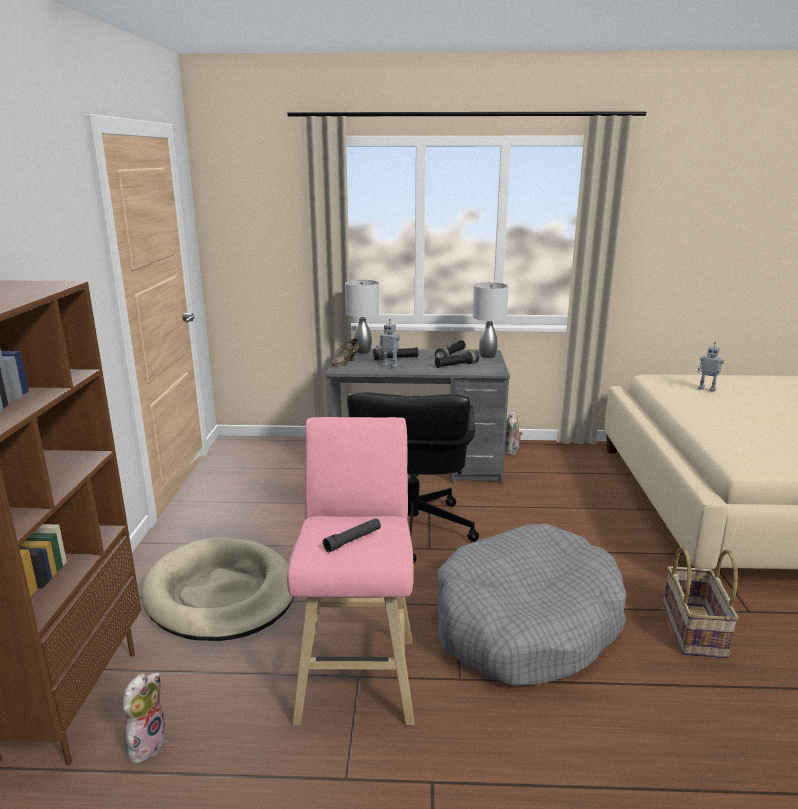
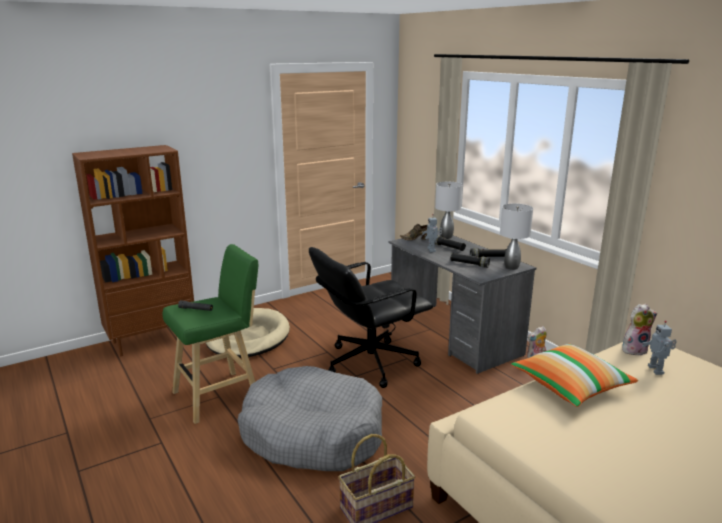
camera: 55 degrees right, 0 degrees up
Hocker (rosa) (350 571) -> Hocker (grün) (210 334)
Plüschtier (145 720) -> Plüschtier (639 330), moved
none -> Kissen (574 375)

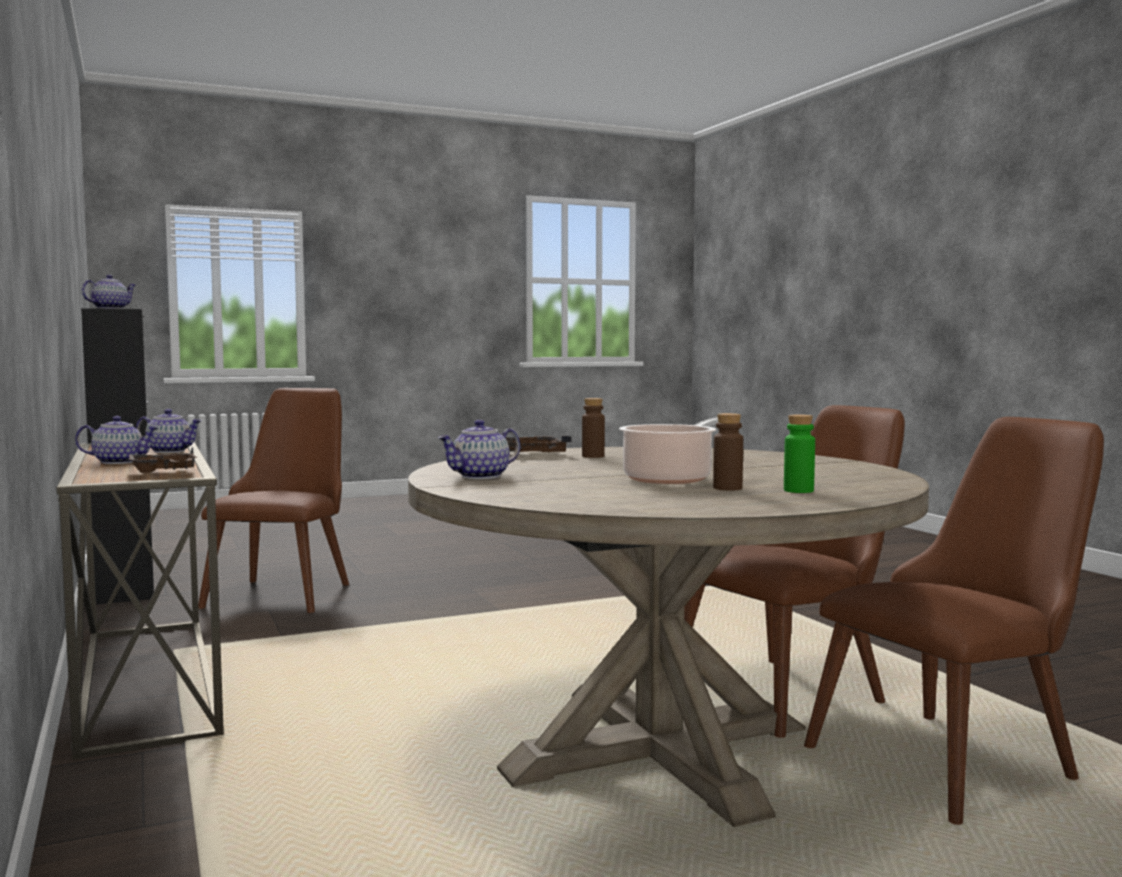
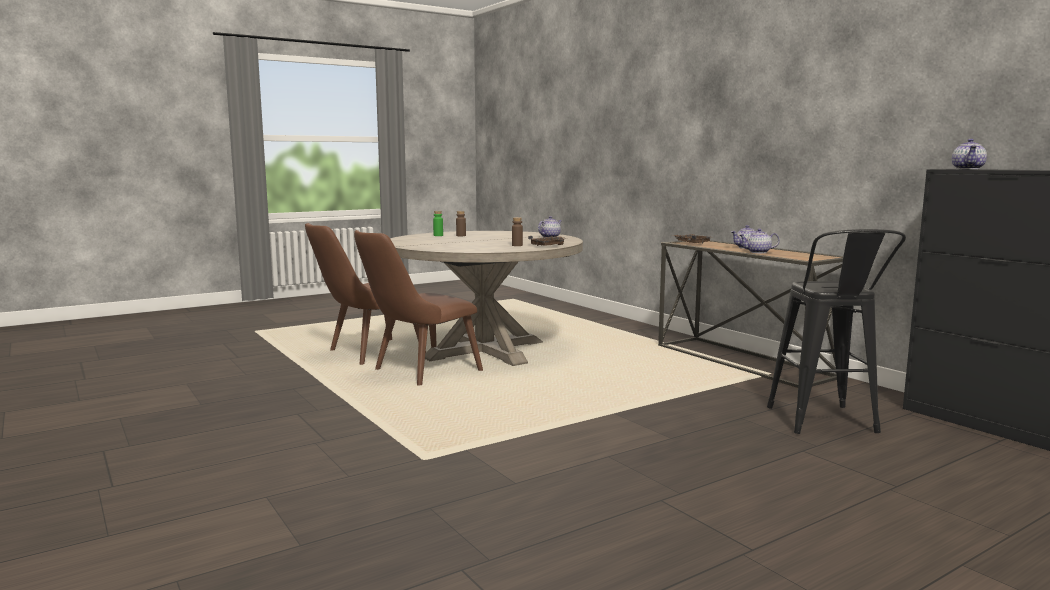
camera: 170 degrees right, 5 degrees up
Stuhl (braun) (273 500) -> Hocker (schwarz) (836 331)
Kochtopf (668 450) -> none

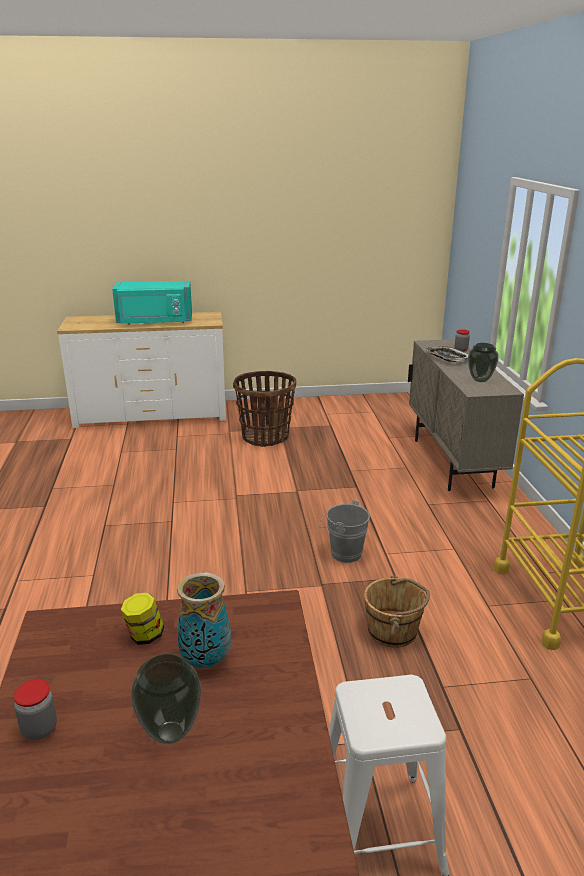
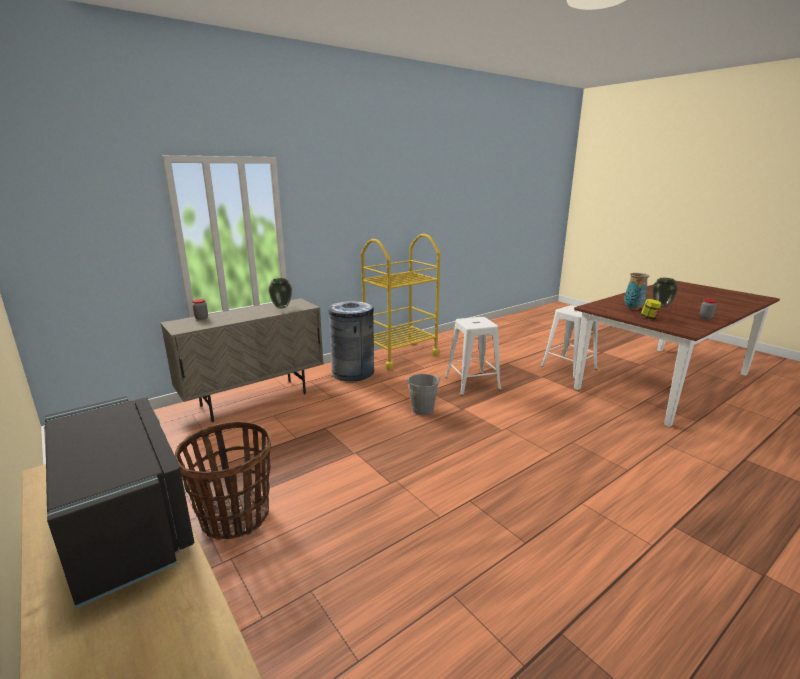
camera: 120 degrees left, 5 degrees down
Mikrowelle (türkis) (152 303) -> Mikrowelle (schwarz) (119 502)
Tablett (446 354) -> none
Eimer (braun) (397 611) -> Hocker (weiß) (473 356)
none -> Mülleimer (grau) (351 341)

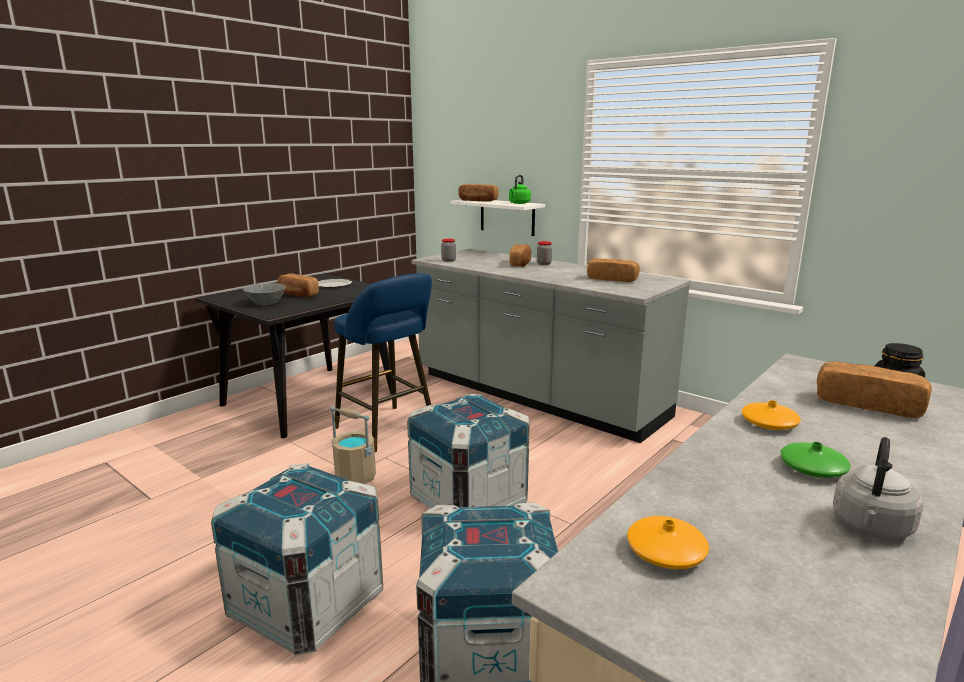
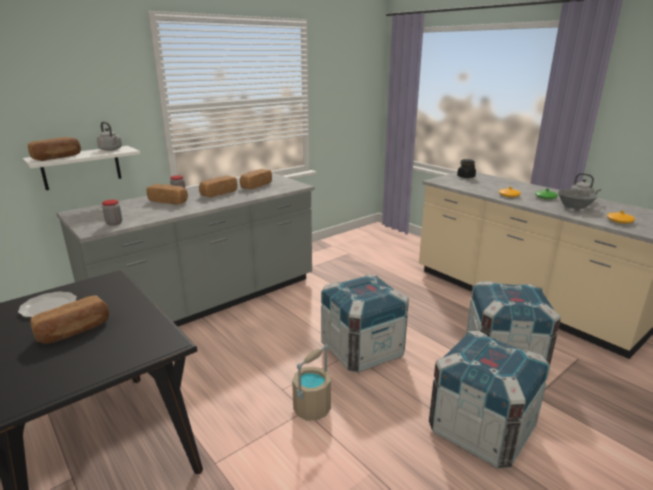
camera: 80 degrees left, 5 degrees up
Wasserkessel (grün) (520 189) -> Wasserkessel (grau) (109 136)
Hocker (blau) (383 362) -> none
Schüssel (grau) (264 294) -> Schüssel (grau) (577 199), moved
Brot (874 389) -> Brot (218 186), moved

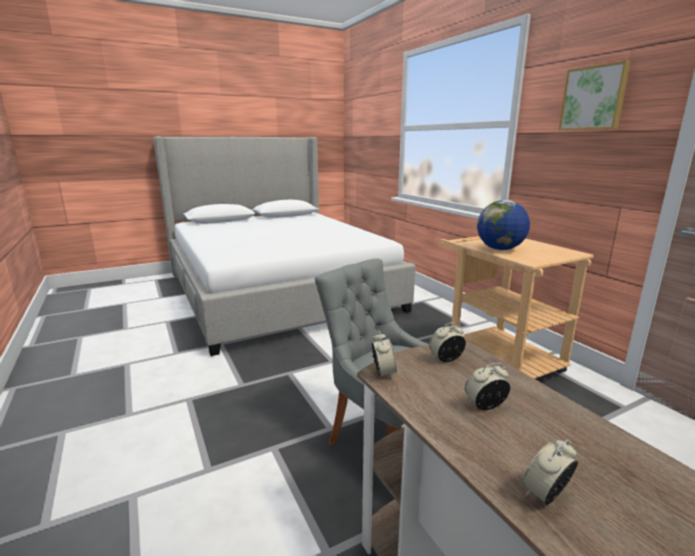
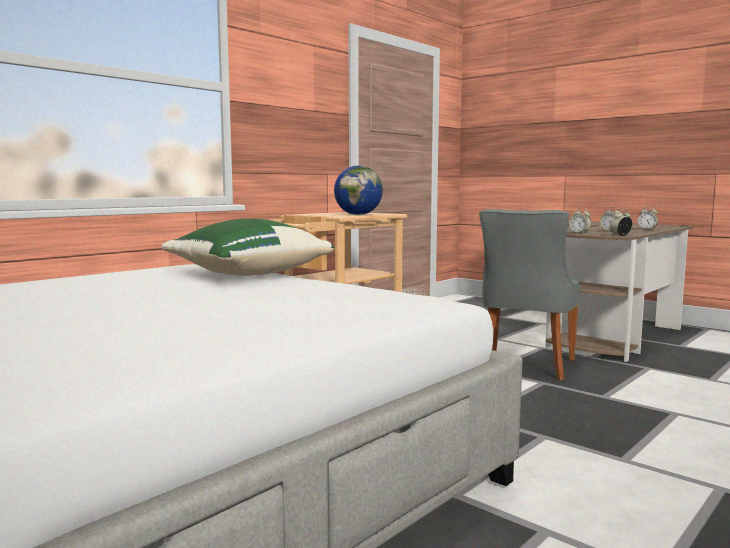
camera: 110 degrees left, 10 degrees down
Bild (595 95) -> none
none -> Kissen (grün) (247 247)

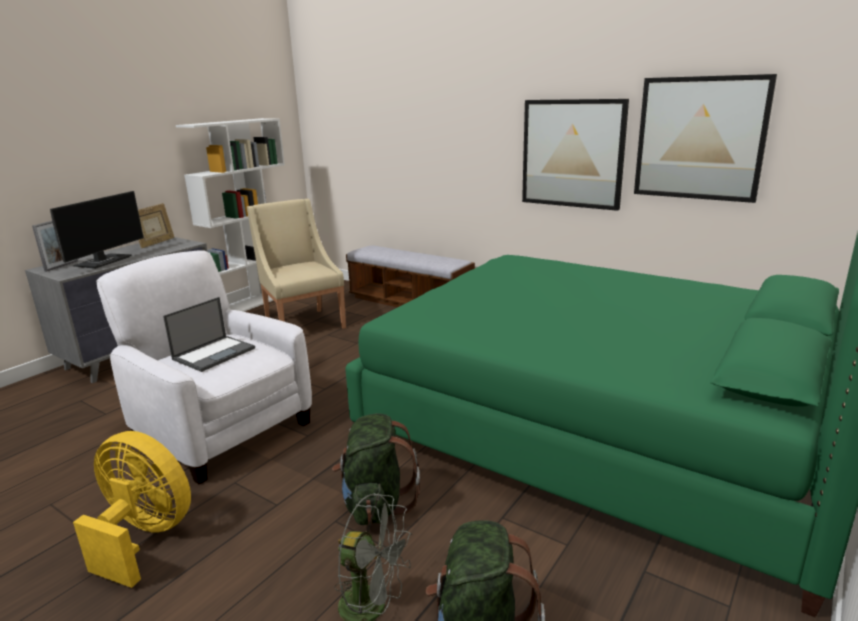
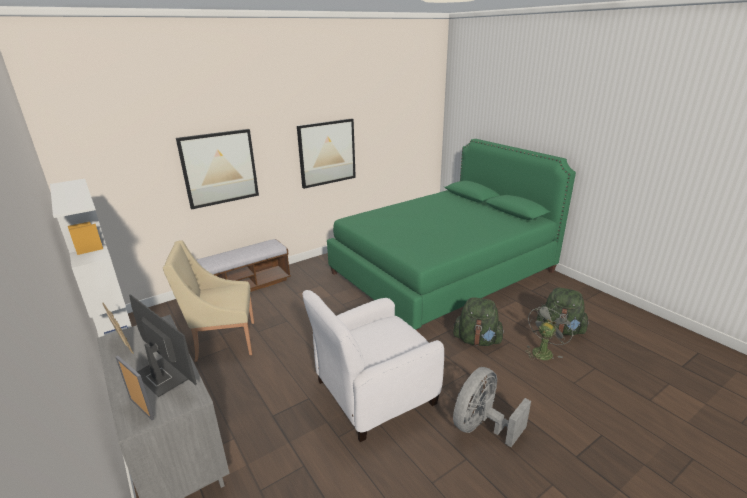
camera: 70 degrees left, 5 degrees up
Bild (705 138) -> Bild (217 169), moved
Laptop (209 334) -> none
Ventilator (gelb) (132 509) -> Ventilator (grau) (492 407)

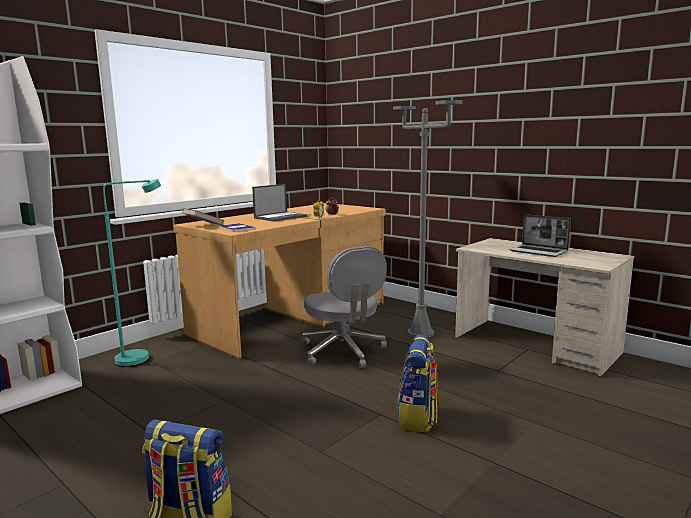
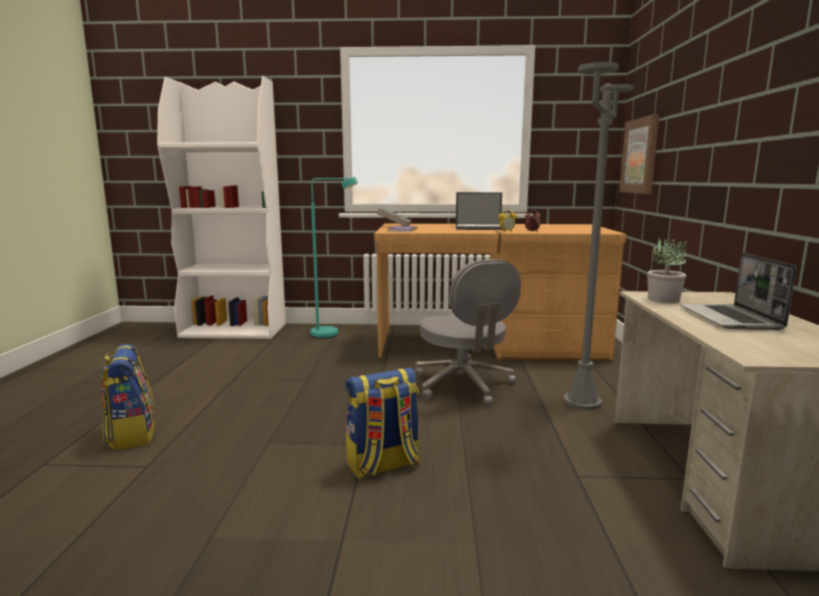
camera: 50 degrees right, 0 degrees up
Bürostuhl (grau) (344 307) -> Bürostuhl (grau) (468 332), 45 degrees counterclockwise
none -> Bild (639 154)
none -> Topfpflanze (667 270)

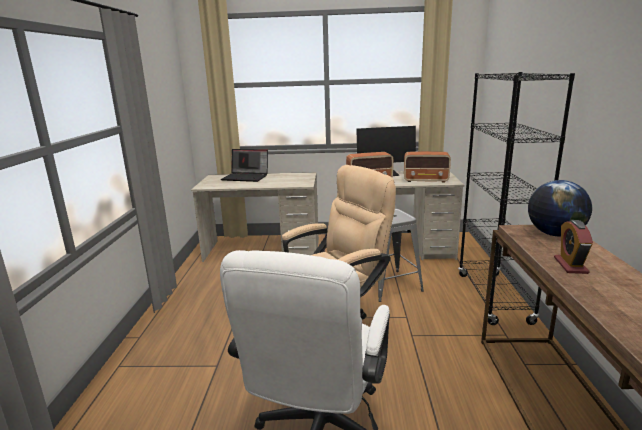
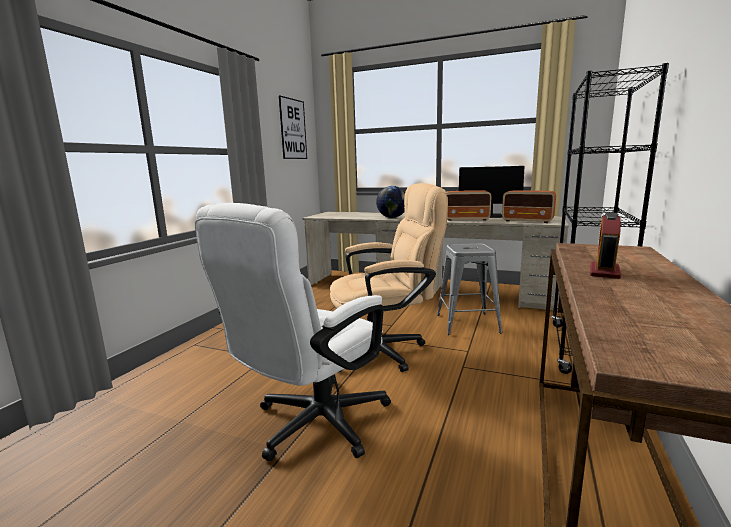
camera: 20 degrees right, 5 degrees down
Laptop (244 165) -> none
Globus (560 208) -> Globus (390 202), moved
none -> Bild (293 127)

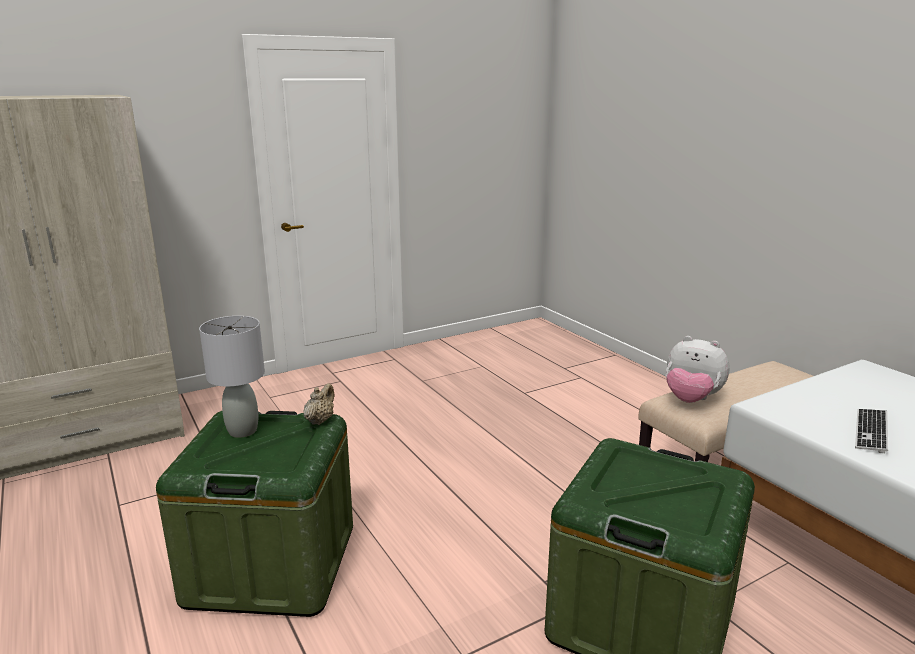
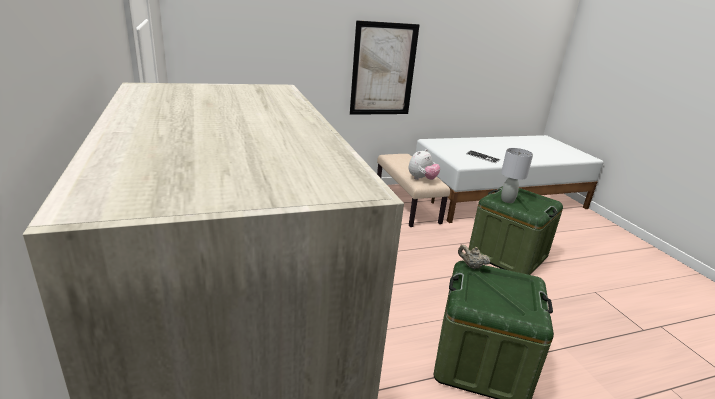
camera: 80 degrees left, 5 degrees up
Tischlampe (grau) (232 377) -> Tischlampe (grau) (517 175), moved
none -> Bild (385 67)

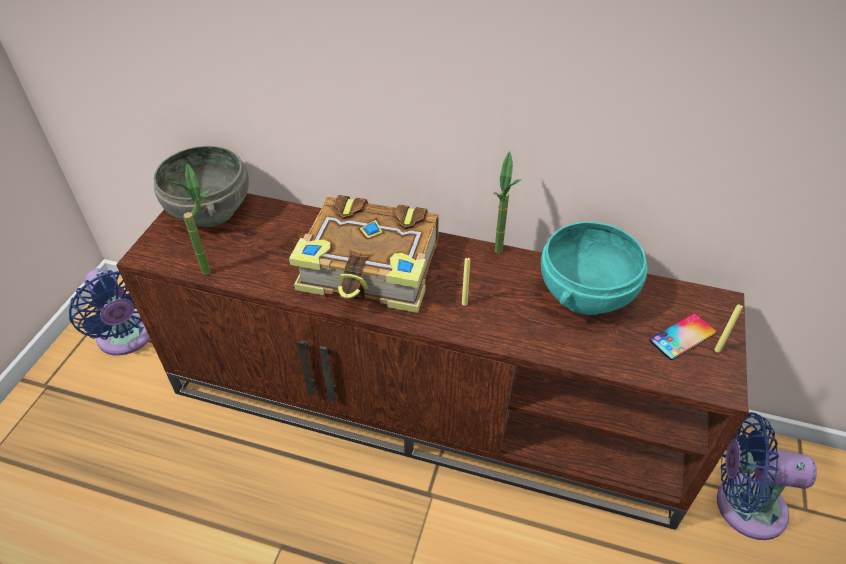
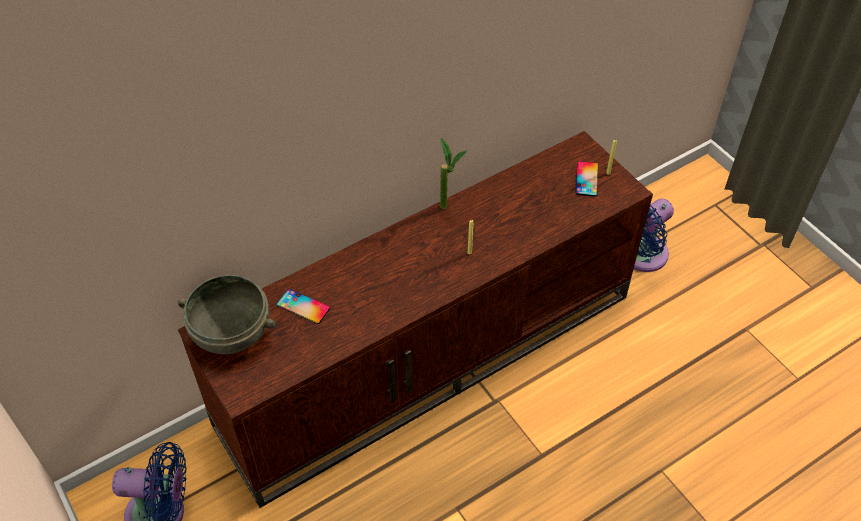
camera: 50 degrees left, 5 degrees up
Topfpflanze (189 219) -> none
Buch (364 254) -> none
Schüssel (türkis) (594 268) -> none
none -> Handy (303 306)

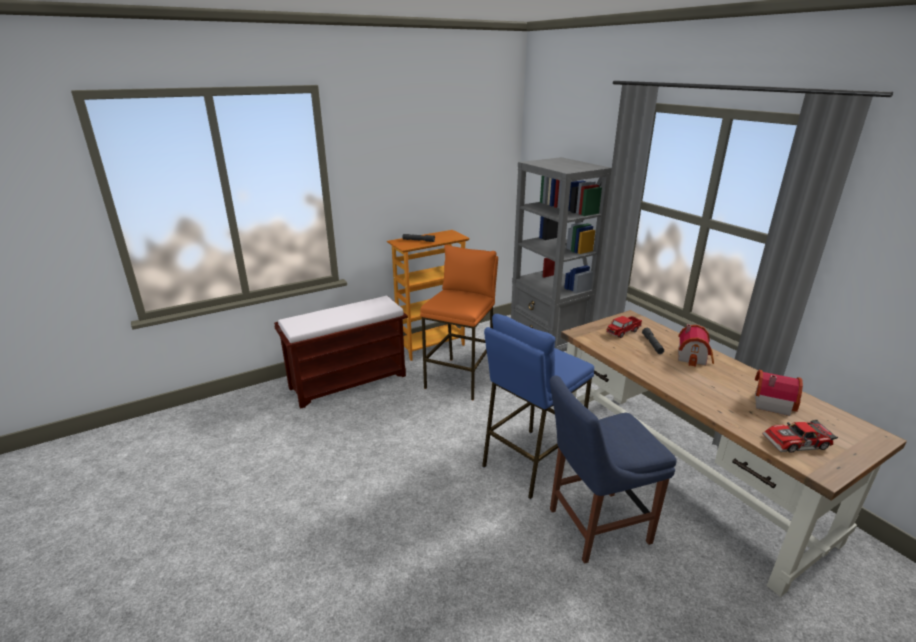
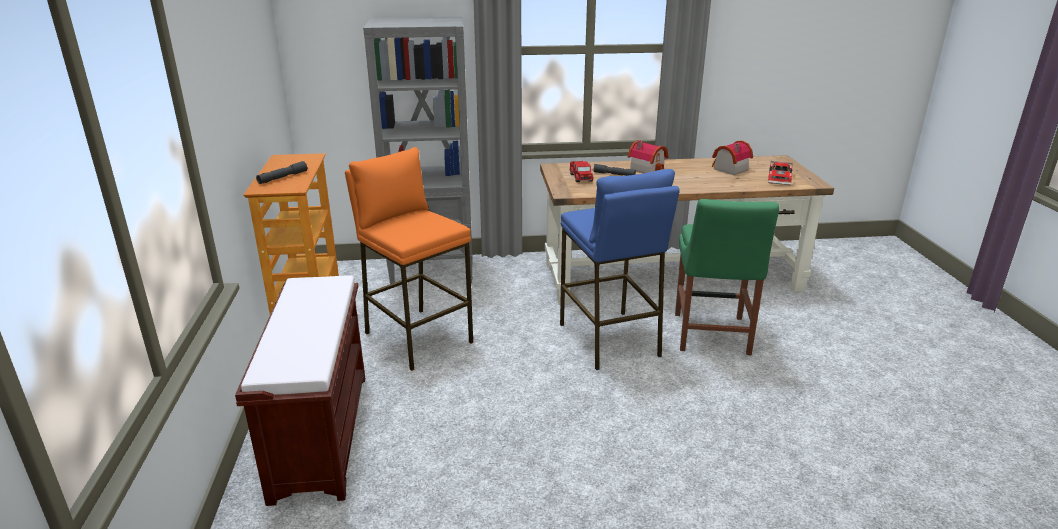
camera: 65 degrees left, 0 degrees up
Stuhl (blau) (613 470) -> Stuhl (grün) (727 277)

